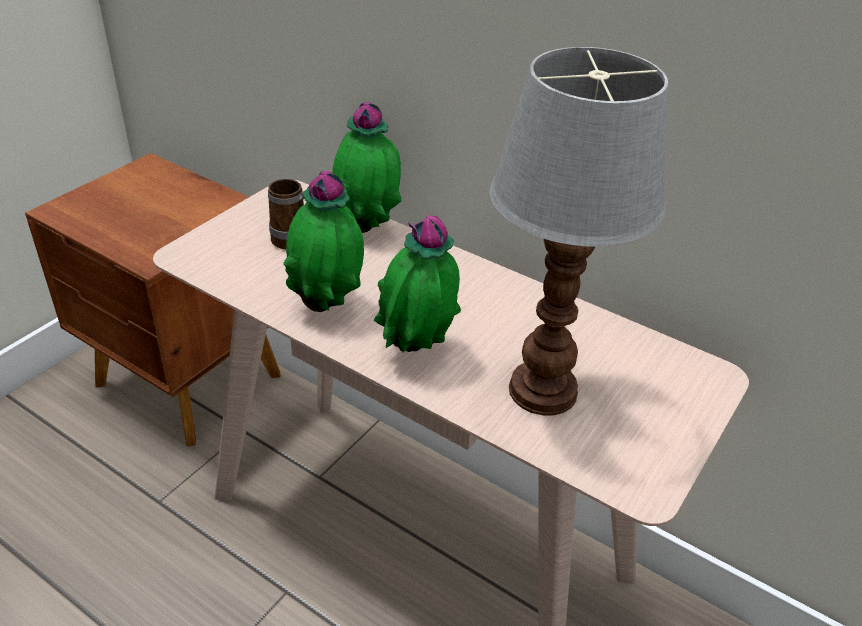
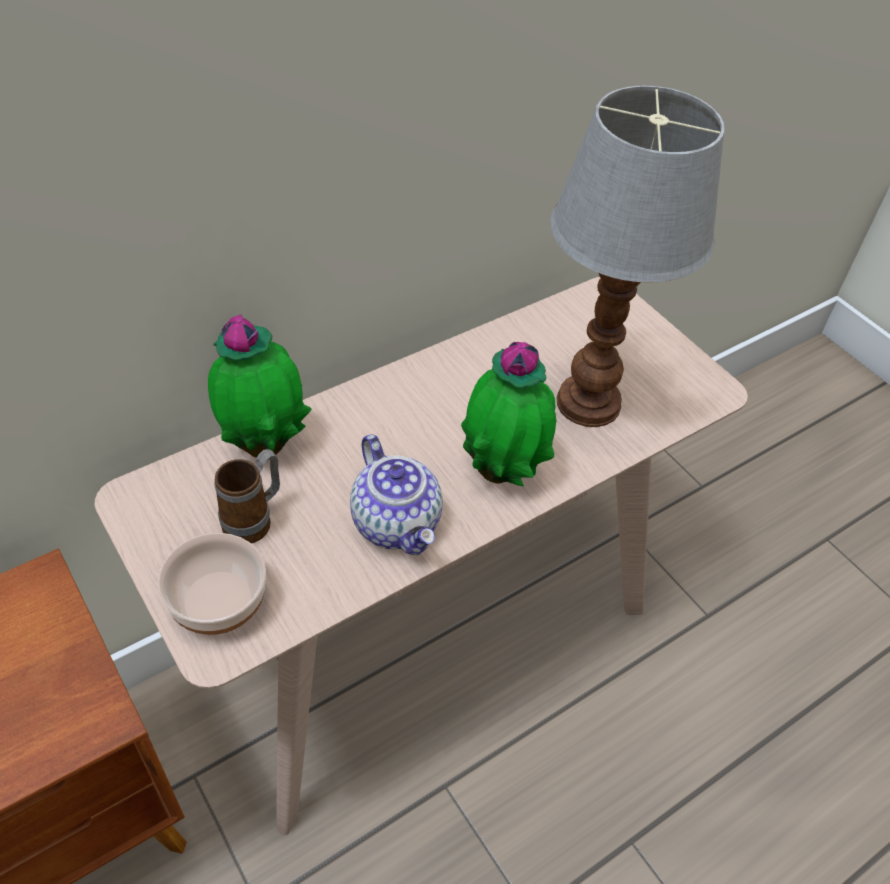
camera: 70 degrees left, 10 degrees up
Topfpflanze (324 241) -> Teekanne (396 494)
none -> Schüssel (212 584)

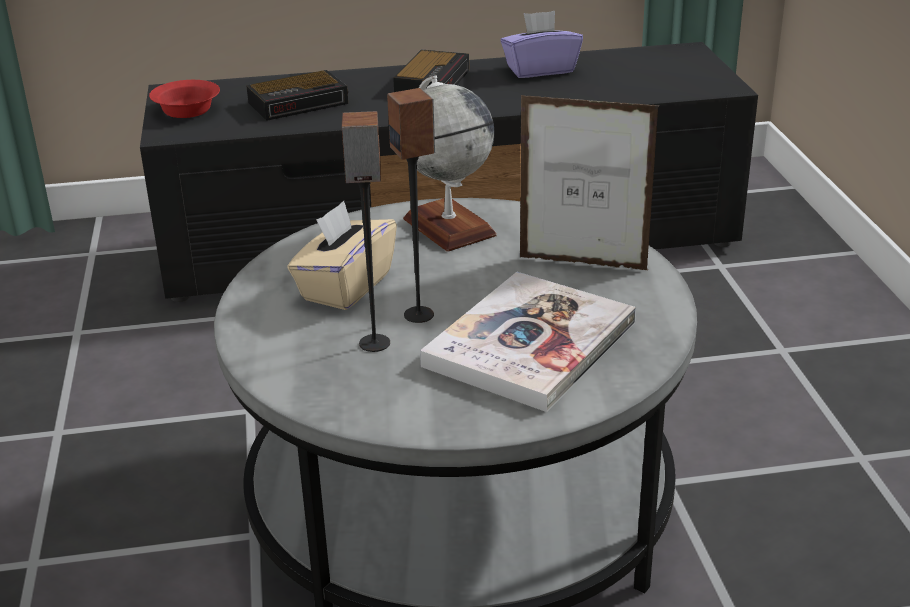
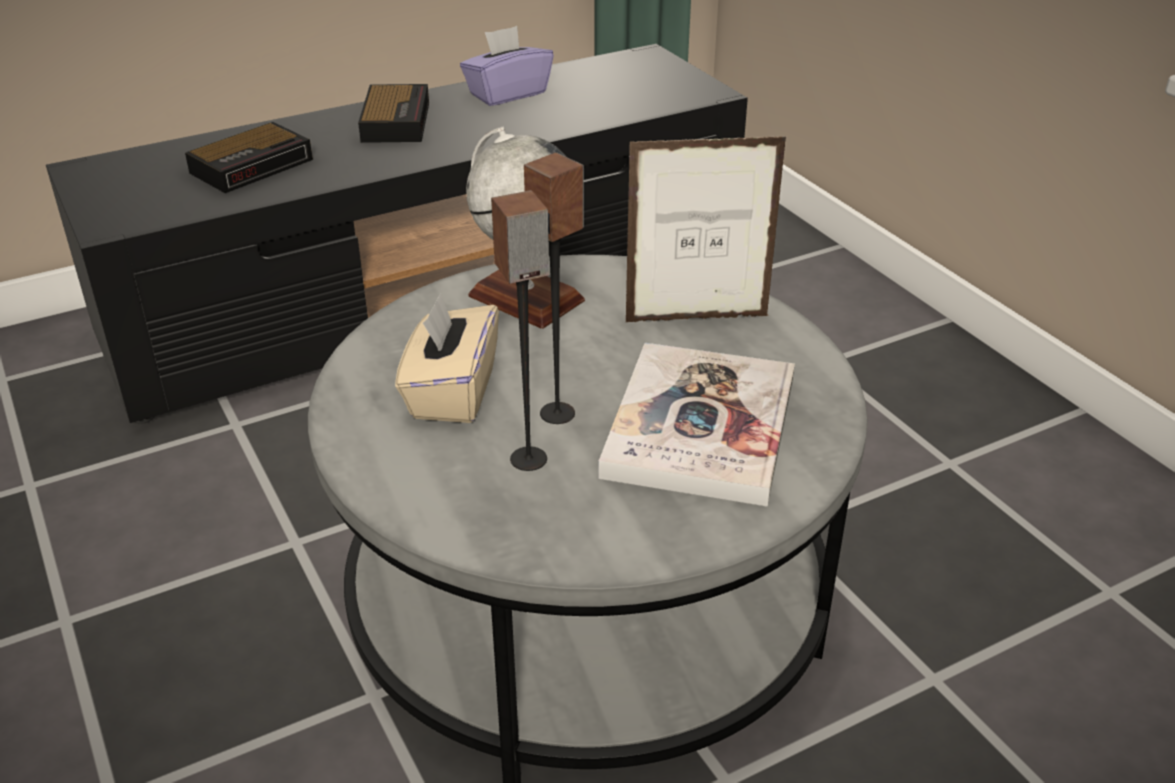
camera: 20 degrees left, 5 degrees up
Schüssel (rot) (184 99) -> none

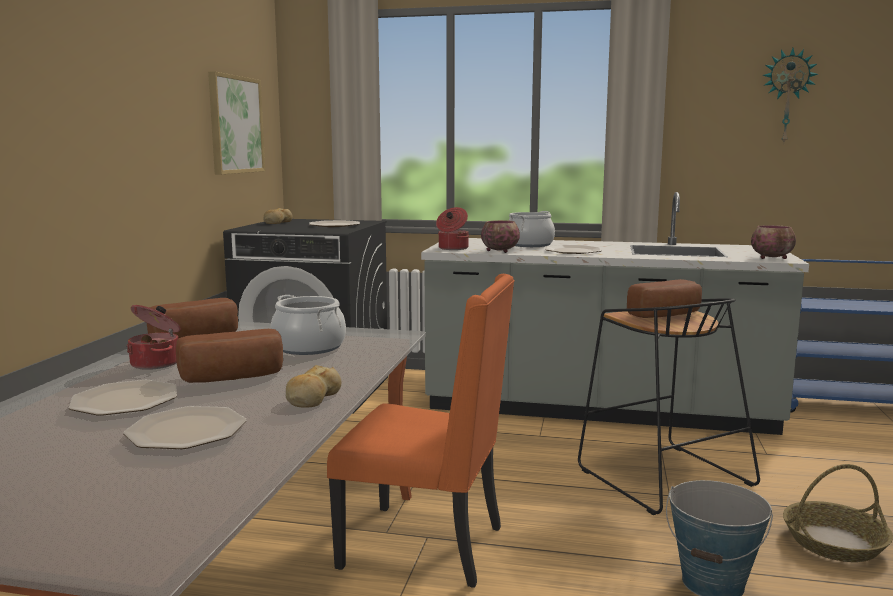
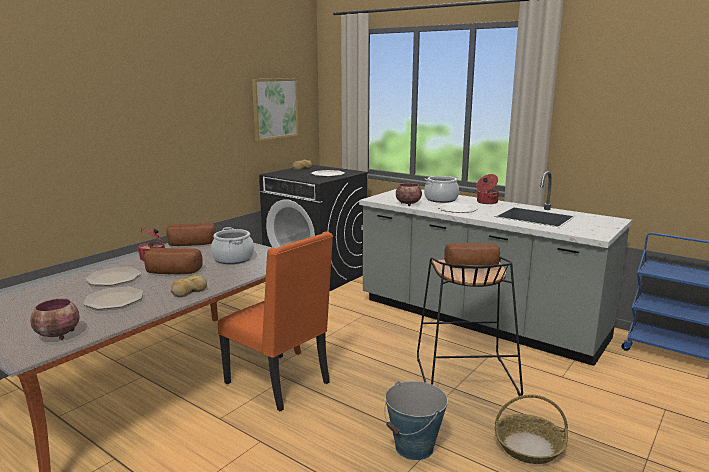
camera: 25 degrees right, 5 degrees up
Wanduhr (790 95) -> none
Kochtopf (452 228) -> Kochtopf (487 189), moved
Schüssel (773 242) -> Schüssel (55 319), moved

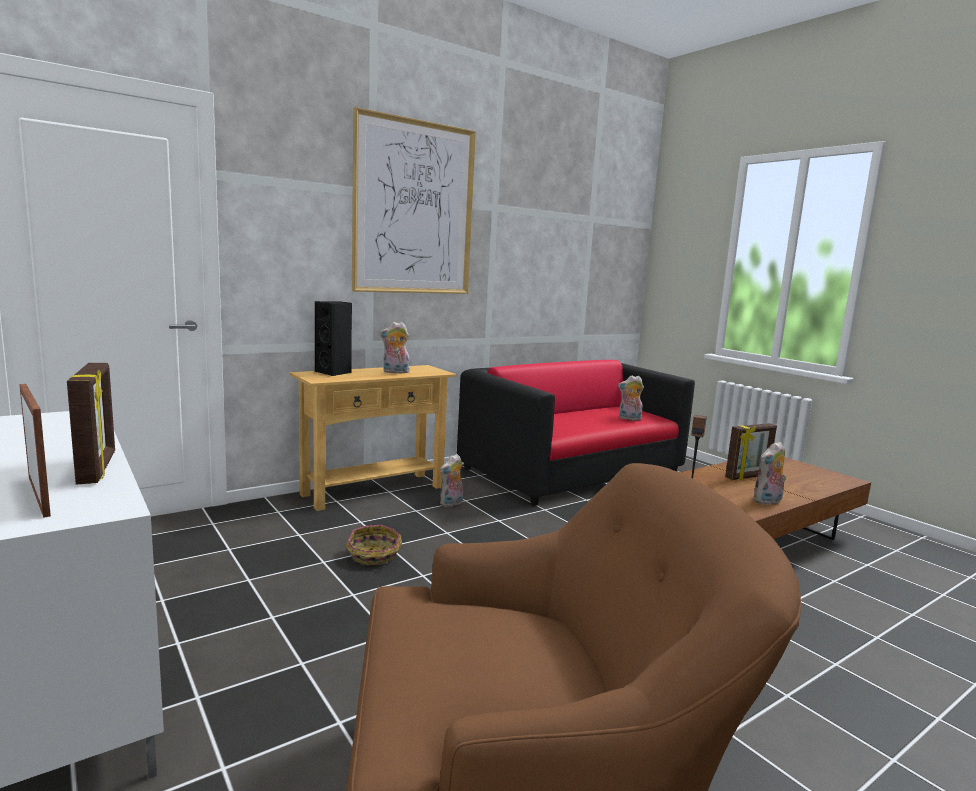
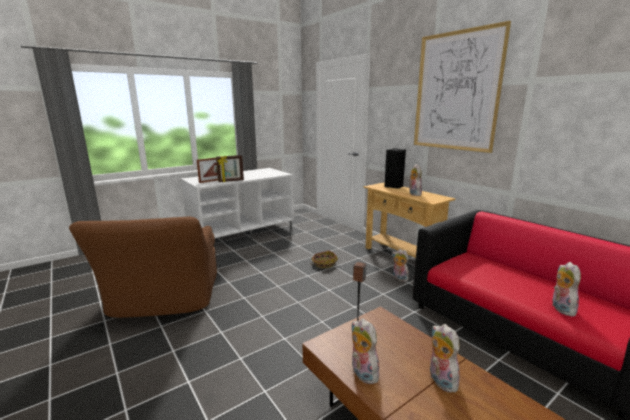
camera: 90 degrees right, 5 degrees up
Bilderrahmen (751 451) -> Plüschtier (446 358)

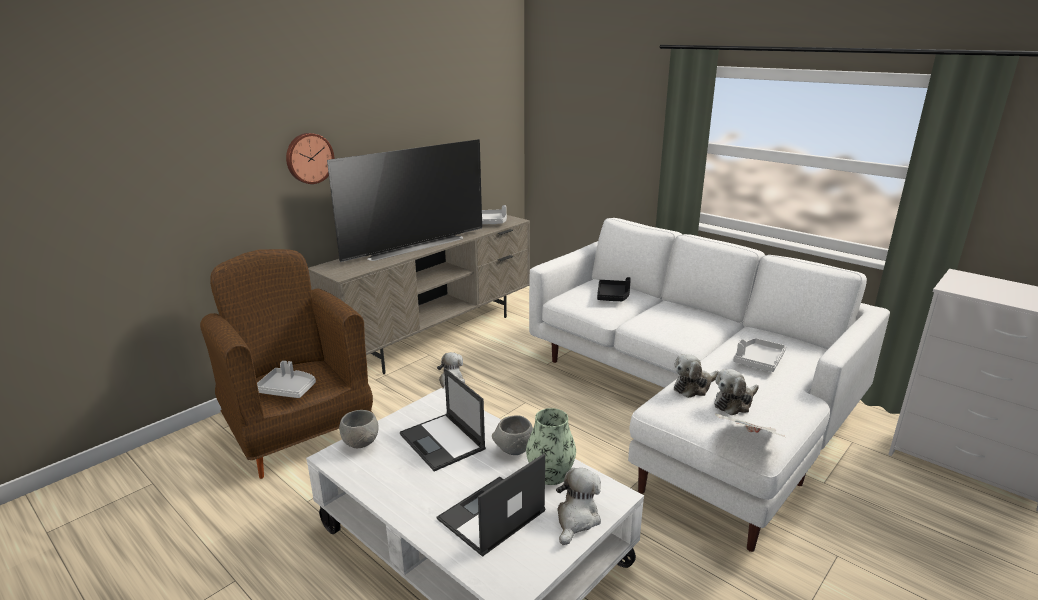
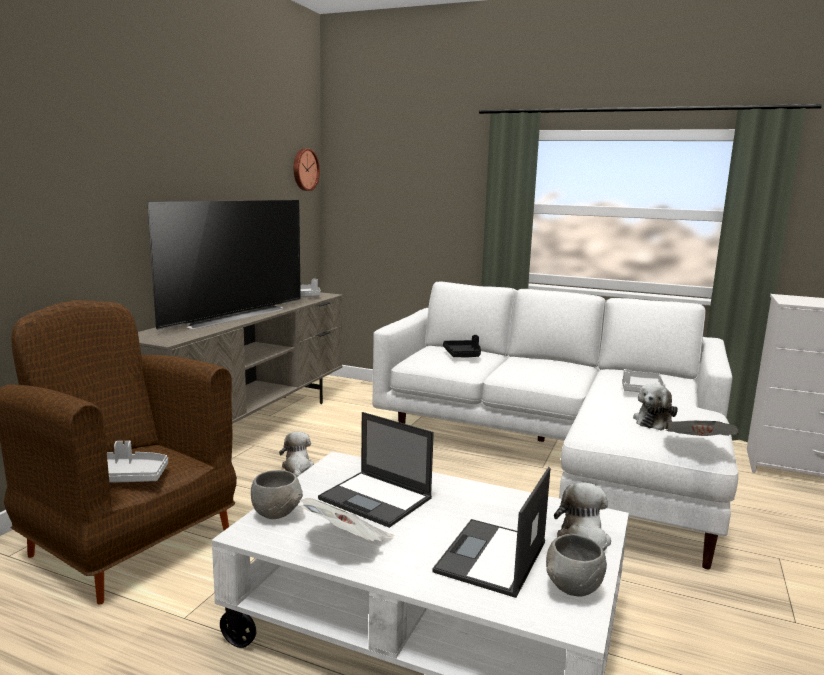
camera: 20 degrees left, 10 degrees down
Wanduhr (310 158) -> Wanduhr (307 169), moved
Plüschtier (696 376) -> none
Vase (551 446) -> none
Schüssel (grau) (512 435) -> Schüssel (grau) (576 565), moved
none -> Zeitung (347 519)

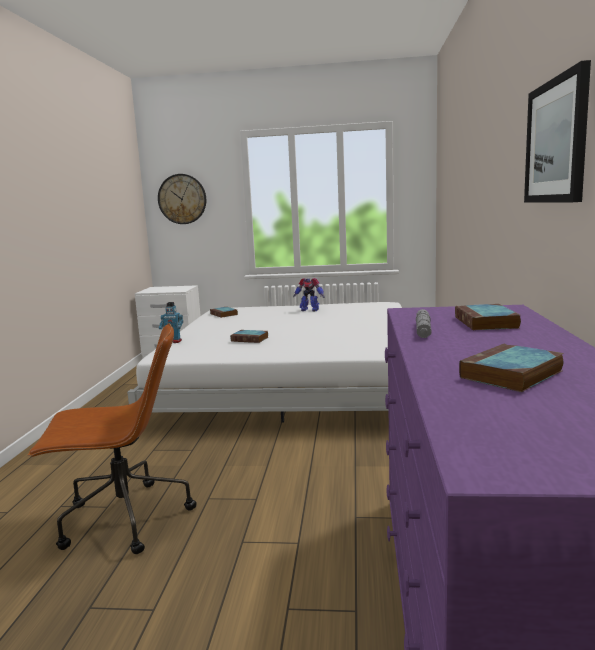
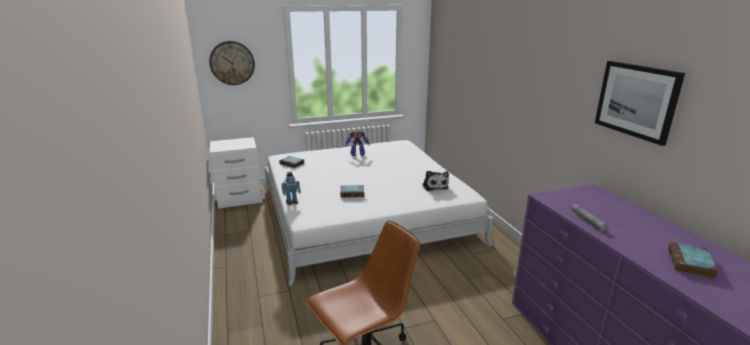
camera: 25 degrees left, 10 degrees up
Buch (488 317) -> none
none -> Plüschtier (435 181)

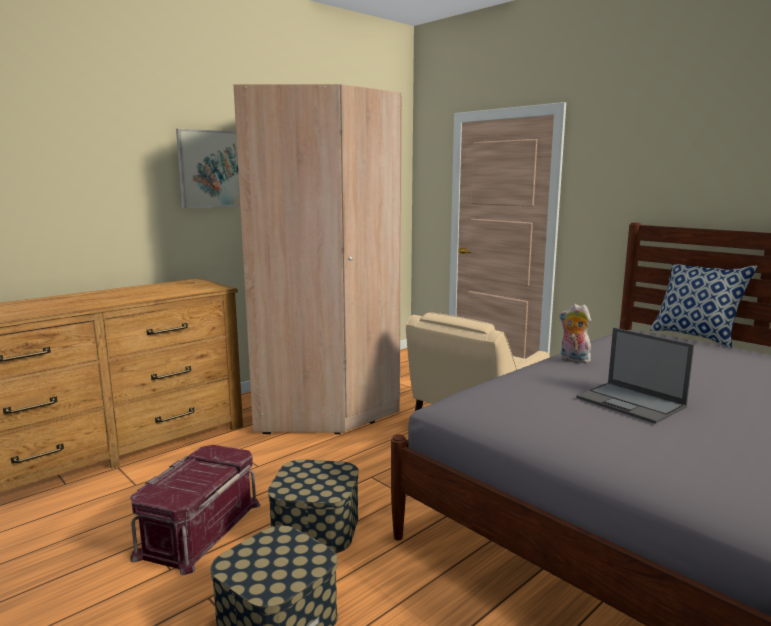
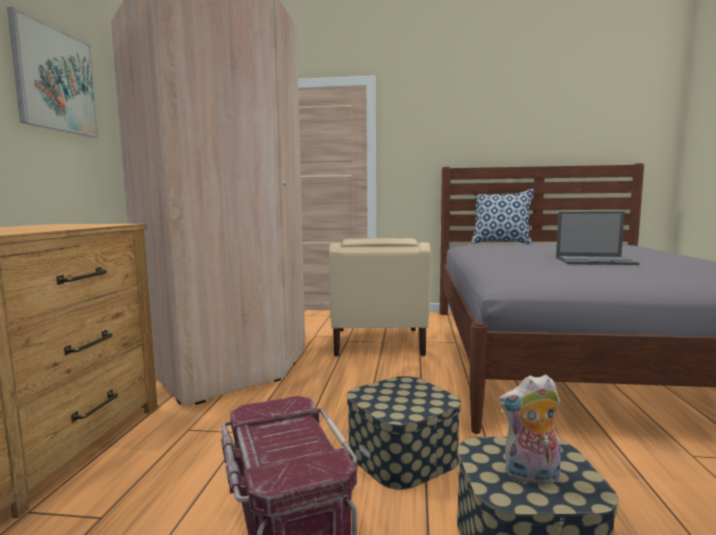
camera: 40 degrees left, 5 degrees down
Plüschtier (575 333) -> Plüschtier (530 430), moved

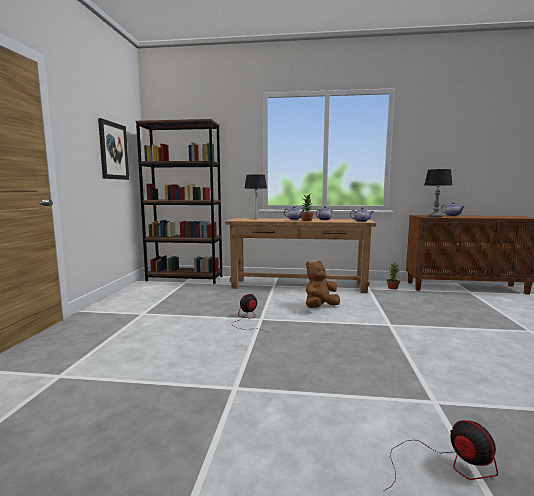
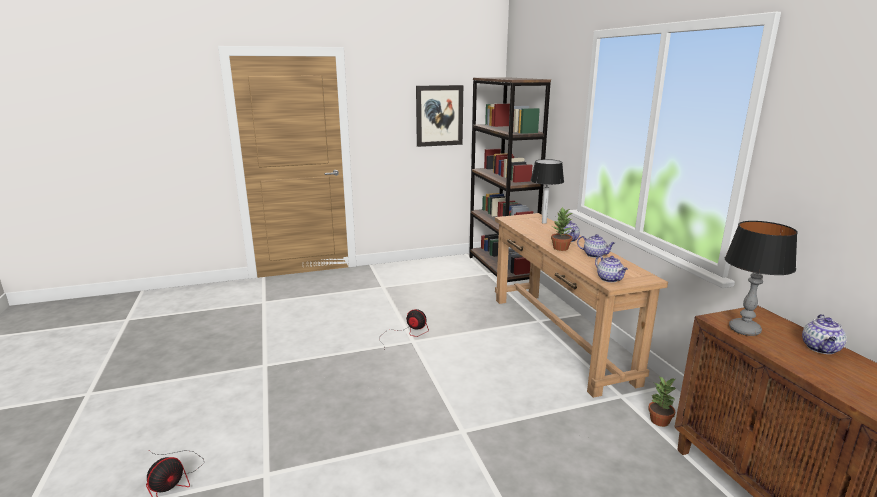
camera: 65 degrees right, 10 degrees up
Plüschtier (braun) (323 284) -> none

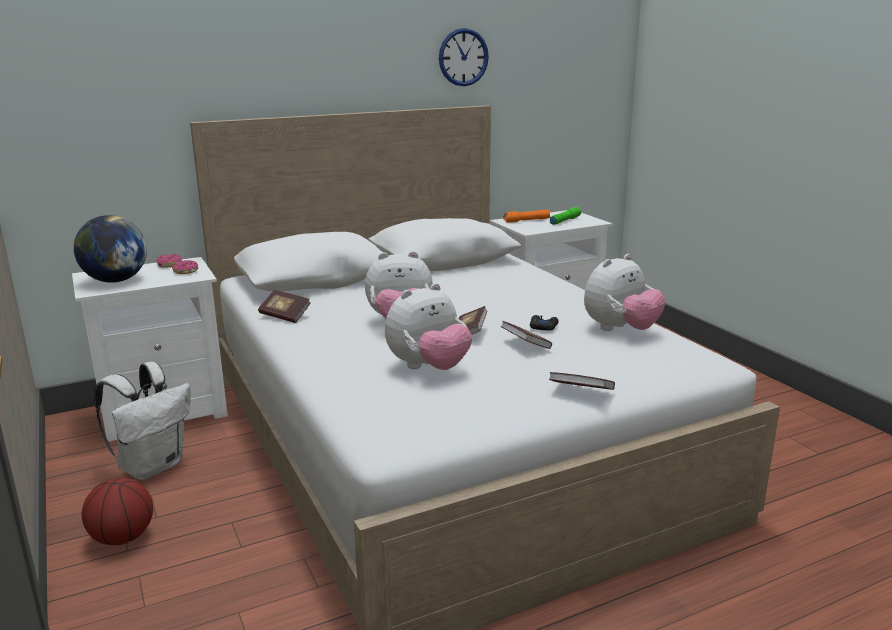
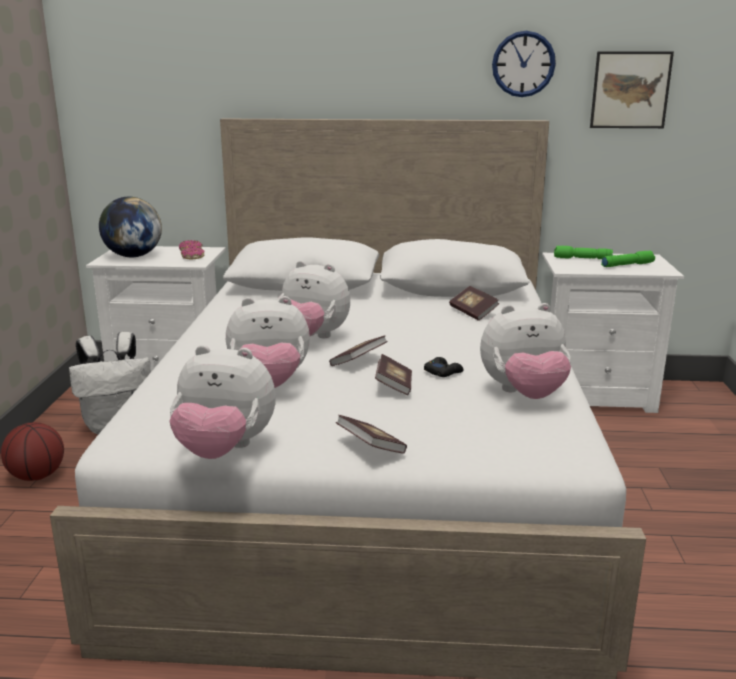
camera: 30 degrees right, 0 degrees up
Taschenlampe (orange) (526 216) -> Taschenlampe (grün) (583 252)
Buch (284 306) -> Buch (474 303), moved
none -> Bild (632 89)
none -> Plüschtier (222 402)

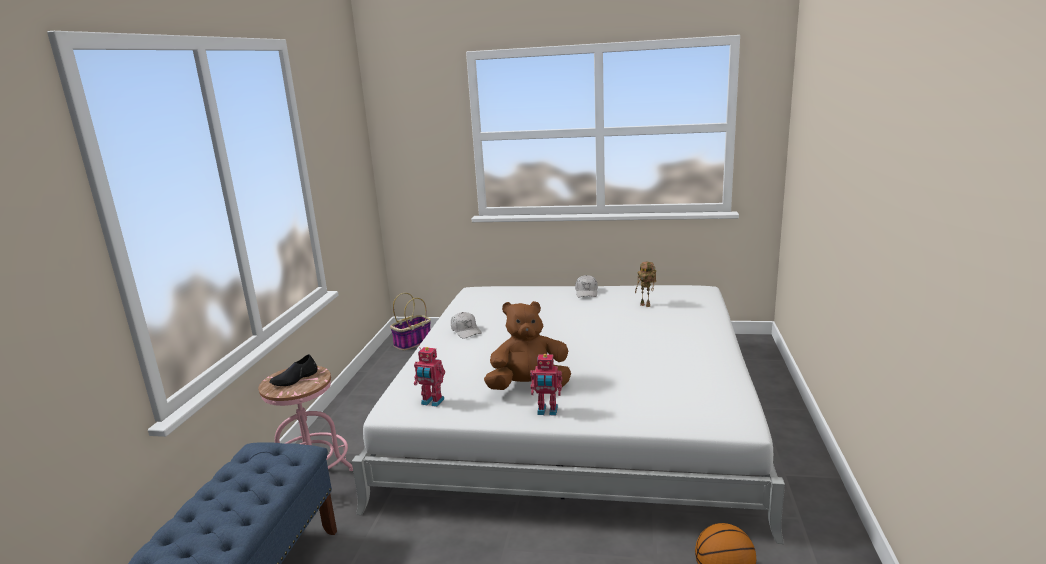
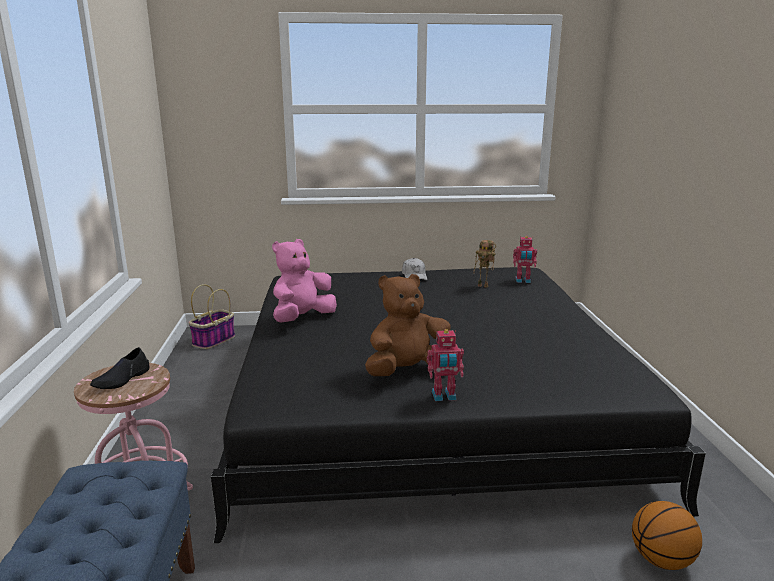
camera: 15 degrees left, 0 degrees up
Bett (weiß) (568 414) -> Bett (schwarz) (458 405)
Kappe (weiß) (466 325) -> Plüschtier (rosa) (304 281)
Spielzeugroboter (429 377) -> Spielzeugroboter (525 259), moved

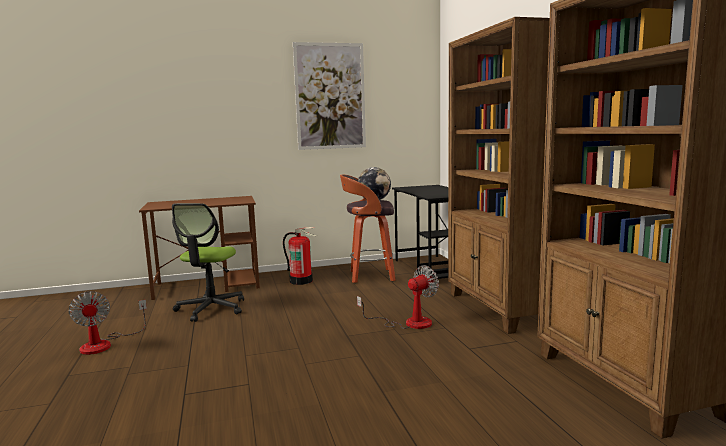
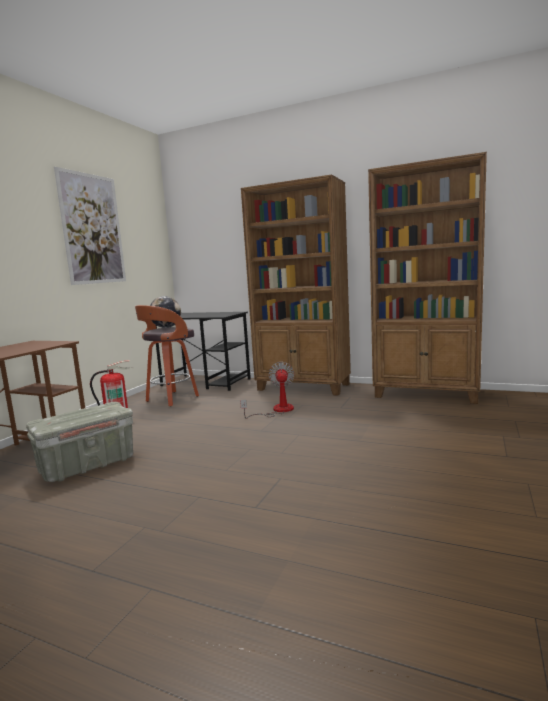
camera: 50 degrees left, 0 degrees up
Bürostuhl (208 262) -> Aufbewahrungsbox (grau) (79 442)
Ventilator (108 323) -> none

